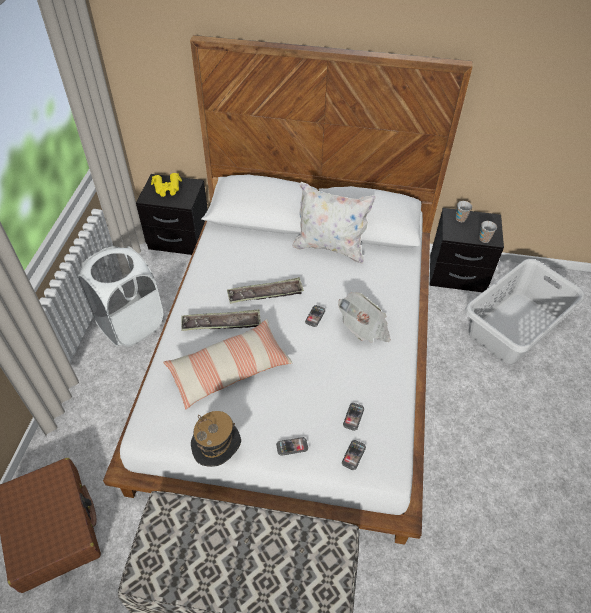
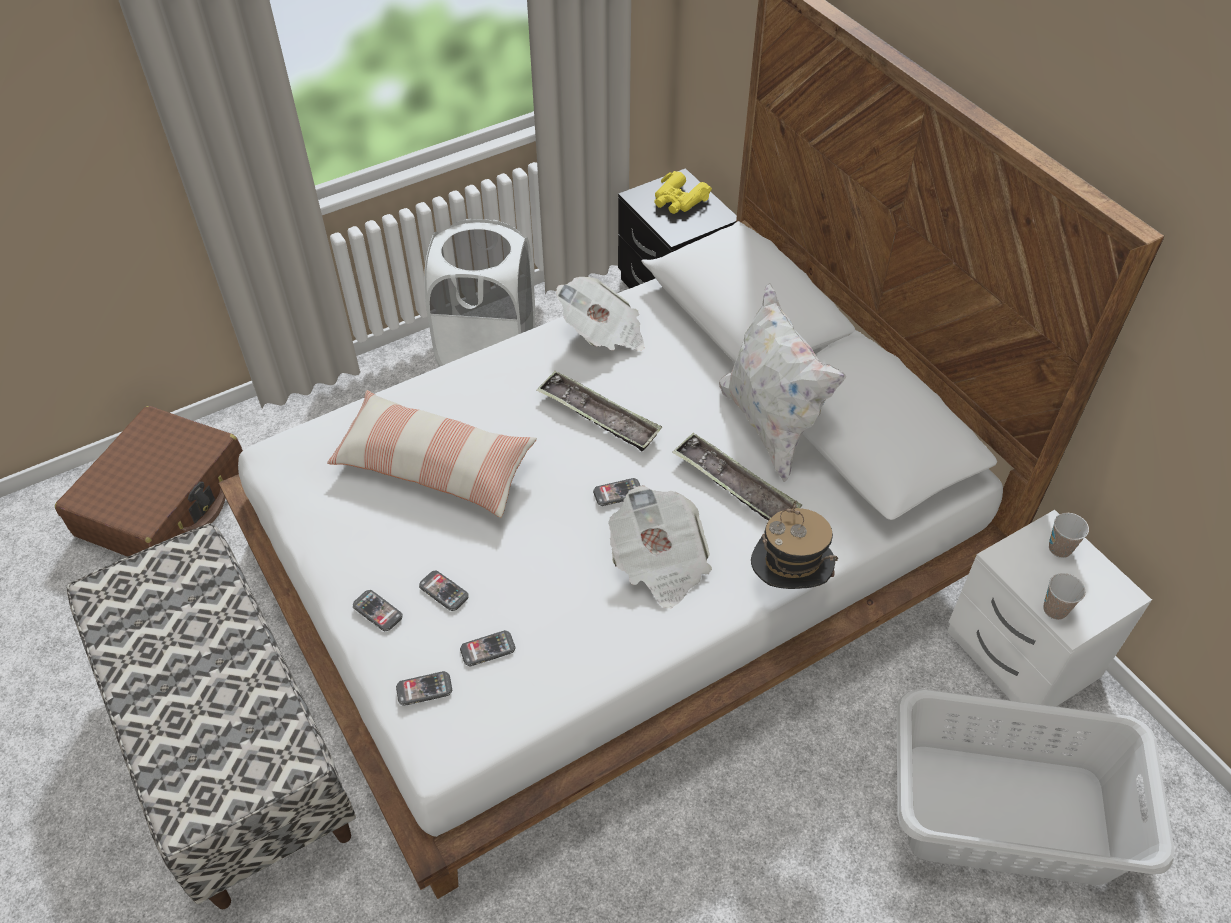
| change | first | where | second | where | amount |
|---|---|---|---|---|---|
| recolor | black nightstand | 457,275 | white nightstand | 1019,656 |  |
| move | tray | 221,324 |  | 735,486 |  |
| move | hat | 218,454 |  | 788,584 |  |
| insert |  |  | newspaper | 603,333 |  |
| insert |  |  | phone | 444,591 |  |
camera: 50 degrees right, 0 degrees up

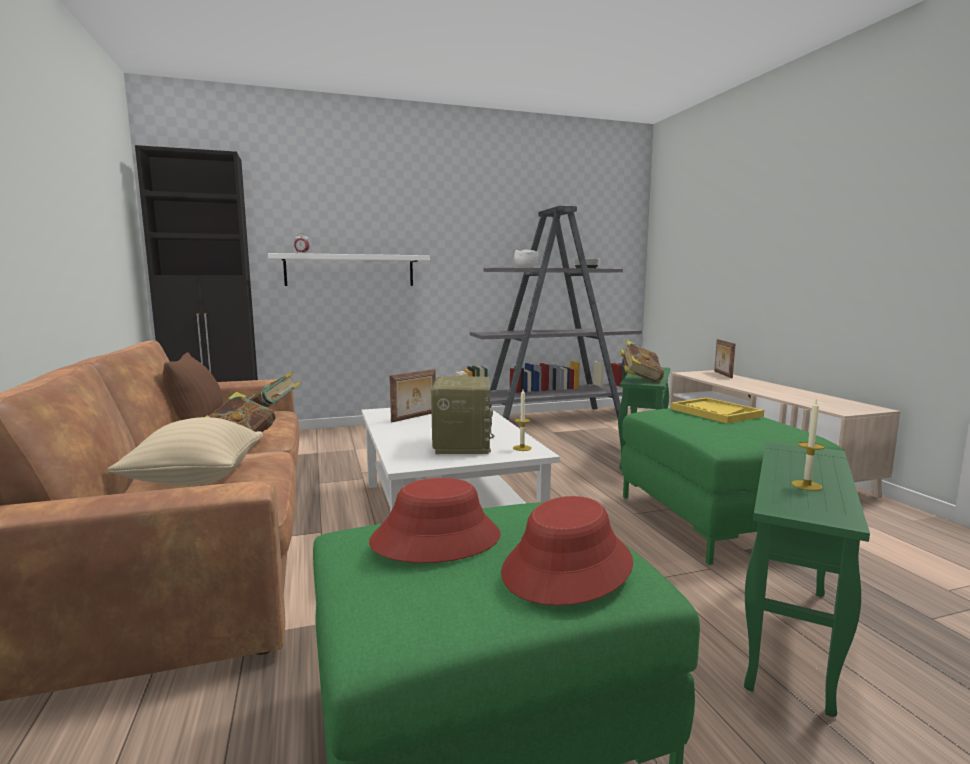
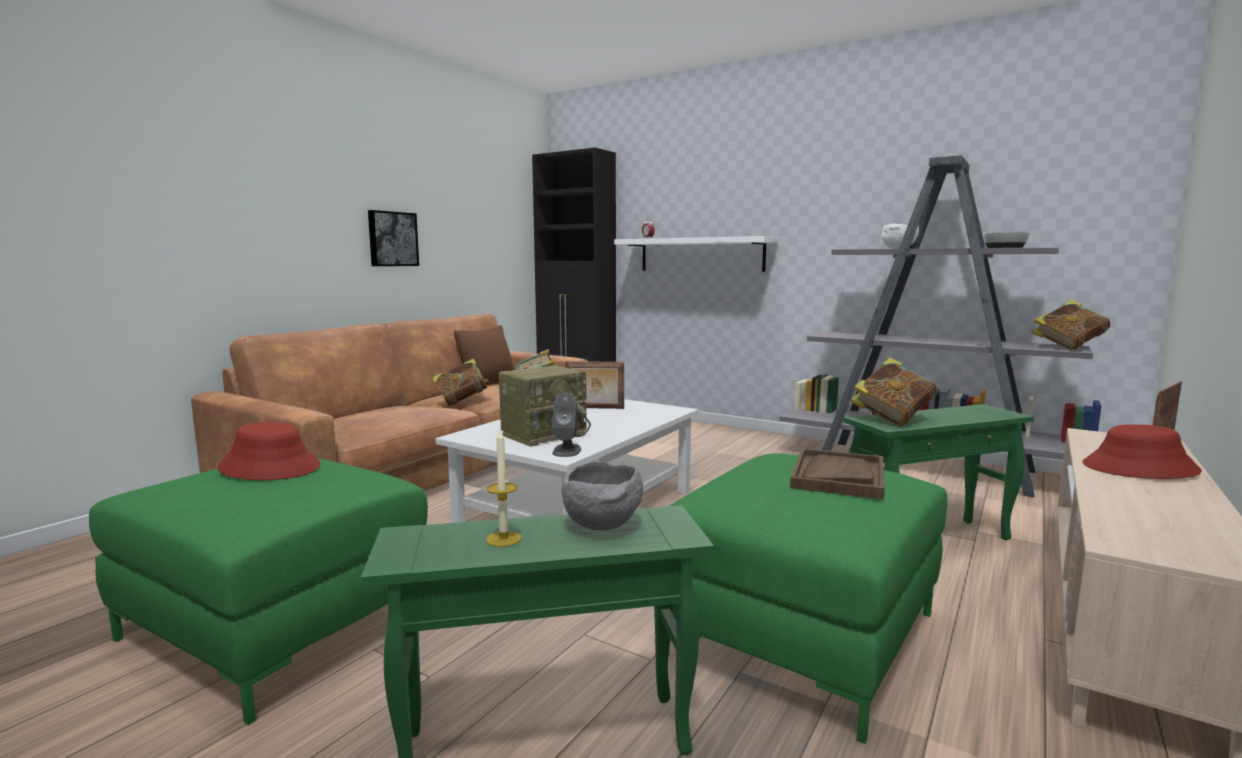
| change | first | where | second | where | amount |
|---|---|---|---|---|---|
| replace | candle | 522,448 | grey speaker | 566,450 |  |
| recolor | yellow tray | 715,412 | brown tray | 838,476 |  |
| delete | beige pillow | 196,480 |  |  |  |
| move | red hat | 568,567 |  | 1140,468 |  |
| insert |  |  | picture | 392,239 |  |
| insert |  |  | book | 1068,347 |  |
| insert |  |  | grey bowl | 603,526 |  |
camera: 50 degrees right, 0 degrees up

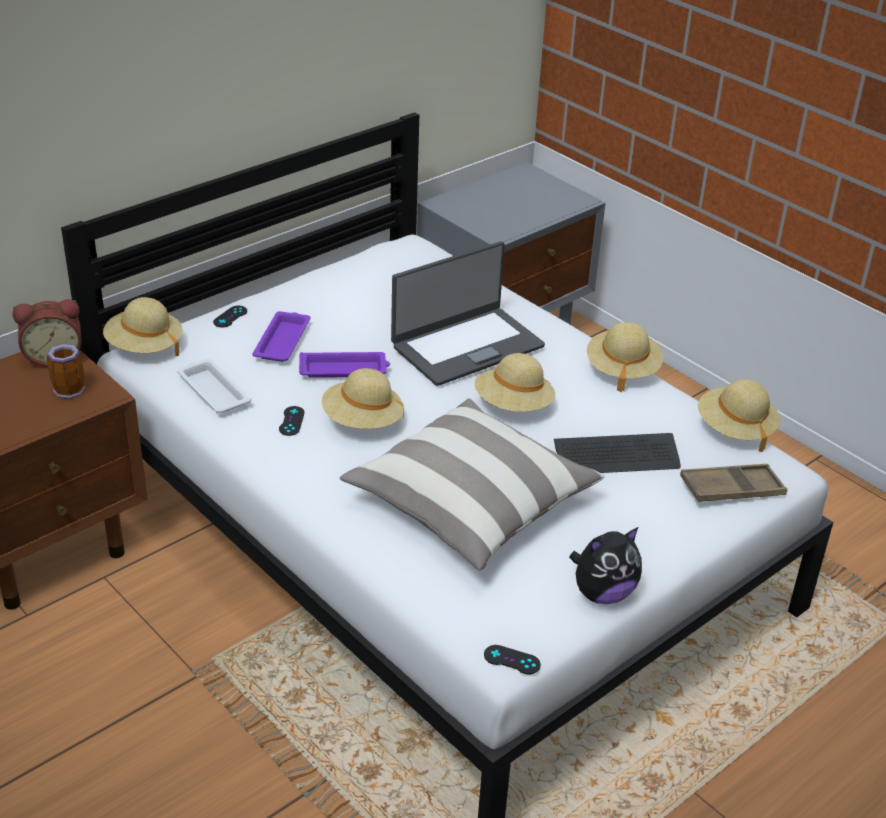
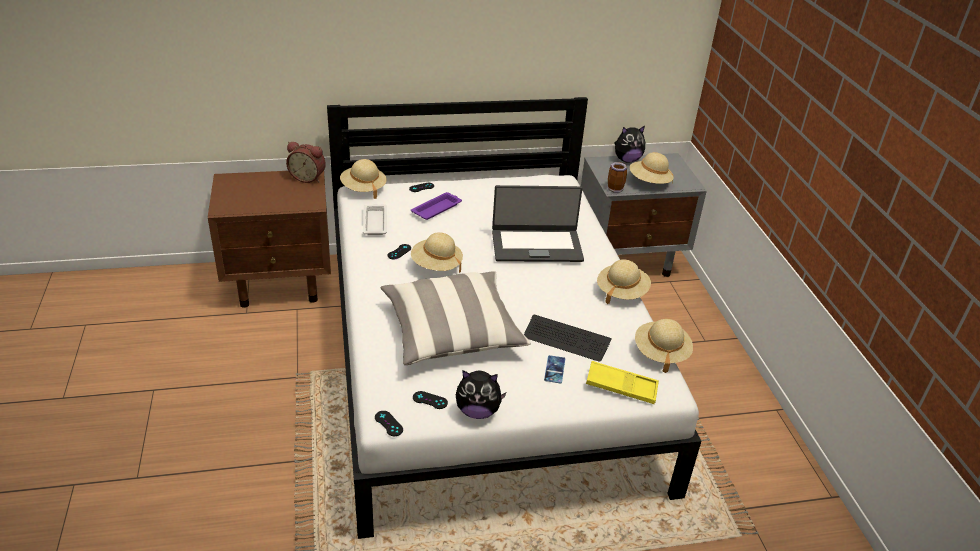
| change | first | where | second | where | amount |
|---|---|---|---|---|---|
| move | mug | 66,390 |  | 613,188 |  |
| delete | purple tray | 344,370 |  |  |  |
| move | beige hat | 513,405 |  | 649,182 |  |
| recolor | brown tray | 731,489 | yellow tray | 621,387 |  |
| insert |  |  | plush toy | 627,160 |  |
| insert |  |  | phone | 554,369 |  |
| insert |  |  | black game controller | 430,400 |  |
camera: 30 degrees right, 0 degrees up

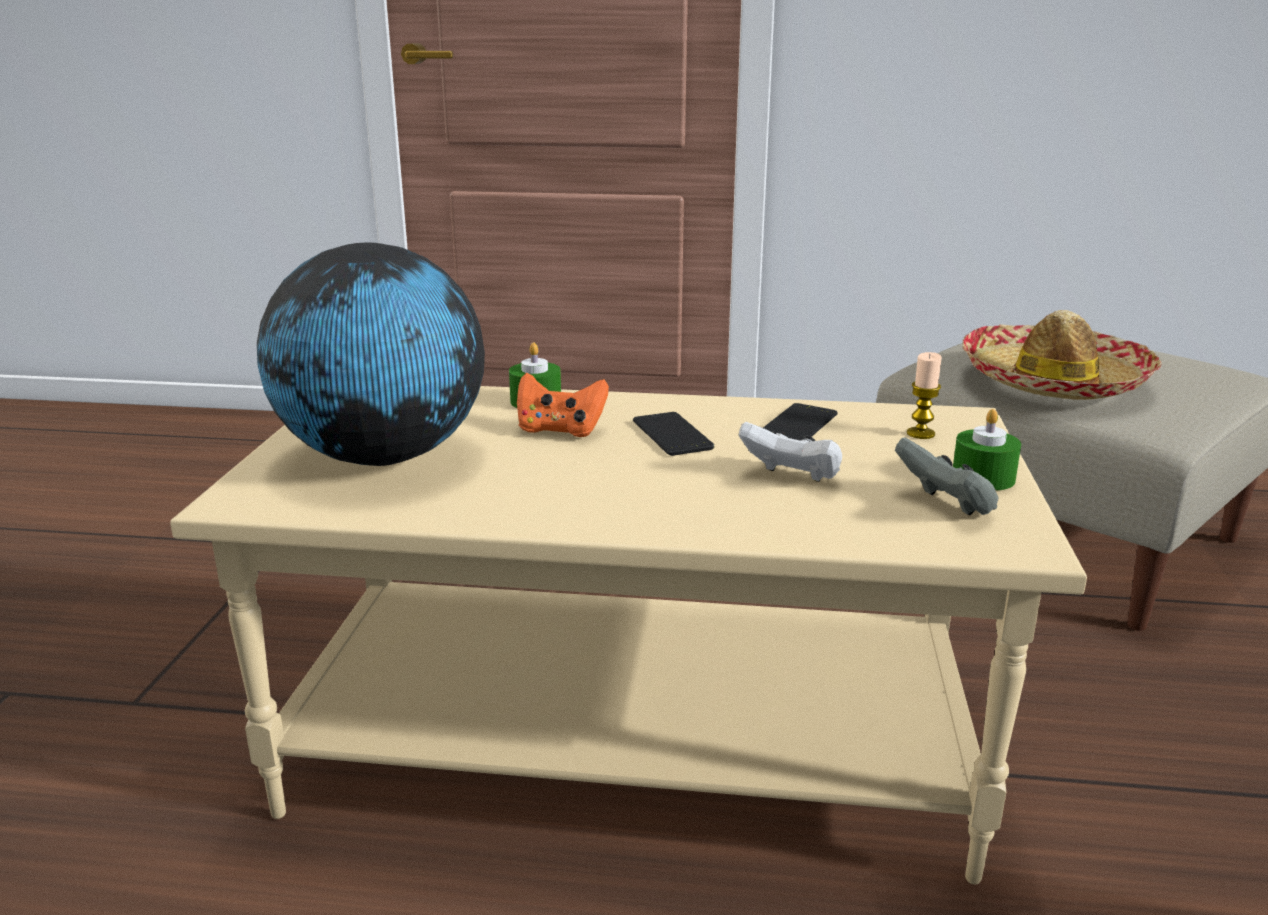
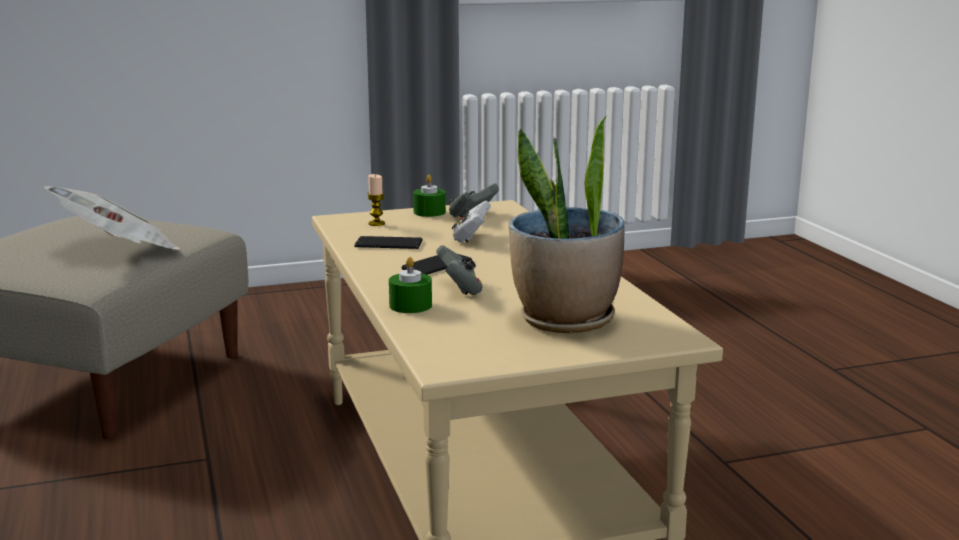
| change | first | where | second | where | amount |
|---|---|---|---|---|---|
| replace | globe | 383,458 | potted plant | 565,320 |  |
| replace | hat | 1053,381 | newspaper | 119,249 |  |
| recolor | orange game controller | 560,430 | grey game controller | 460,289 |  |
camera: 115 degrees left, 5 degrees down

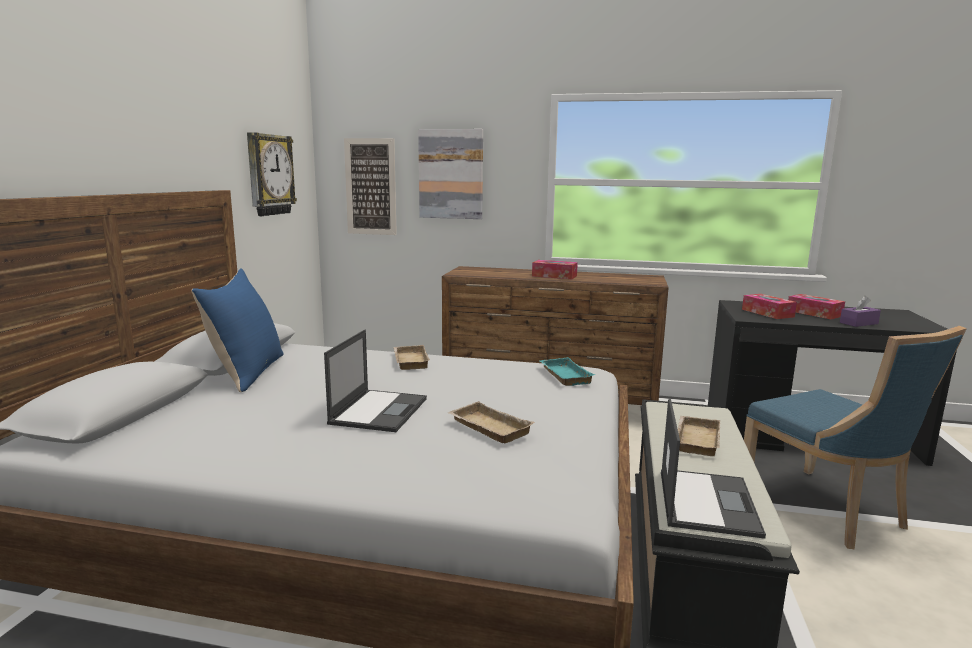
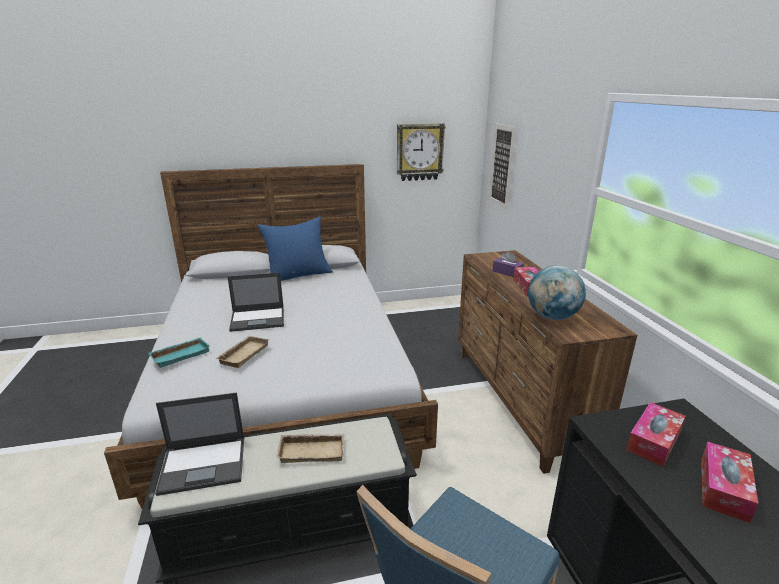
| change | first | where | second | where | amount |
|---|---|---|---|---|---|
| delete | picture | 451,174 |  |  |  |
| move | purple tissue box | 858,323 |  | 507,272 |  |
| delete | beige tray | 409,361 |  |  |  |
| move | turquoise tray | 563,375 |  | 181,354 |  |
| insert |  |  | globe | 552,317 |  |
camera: 65 degrees right, 10 degrees up

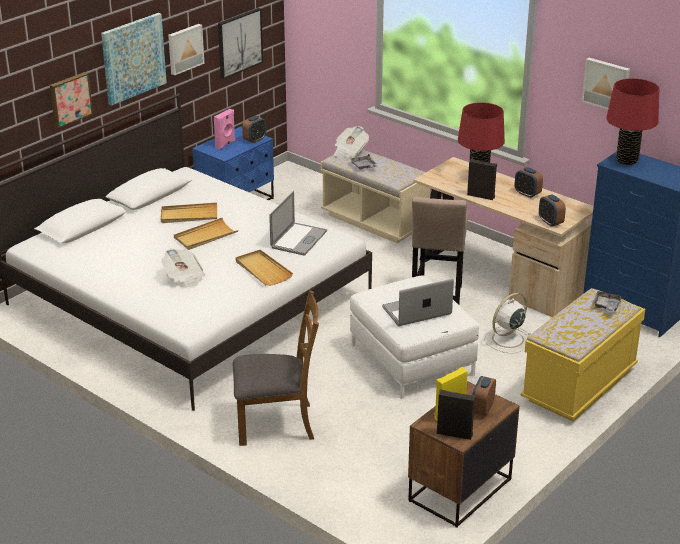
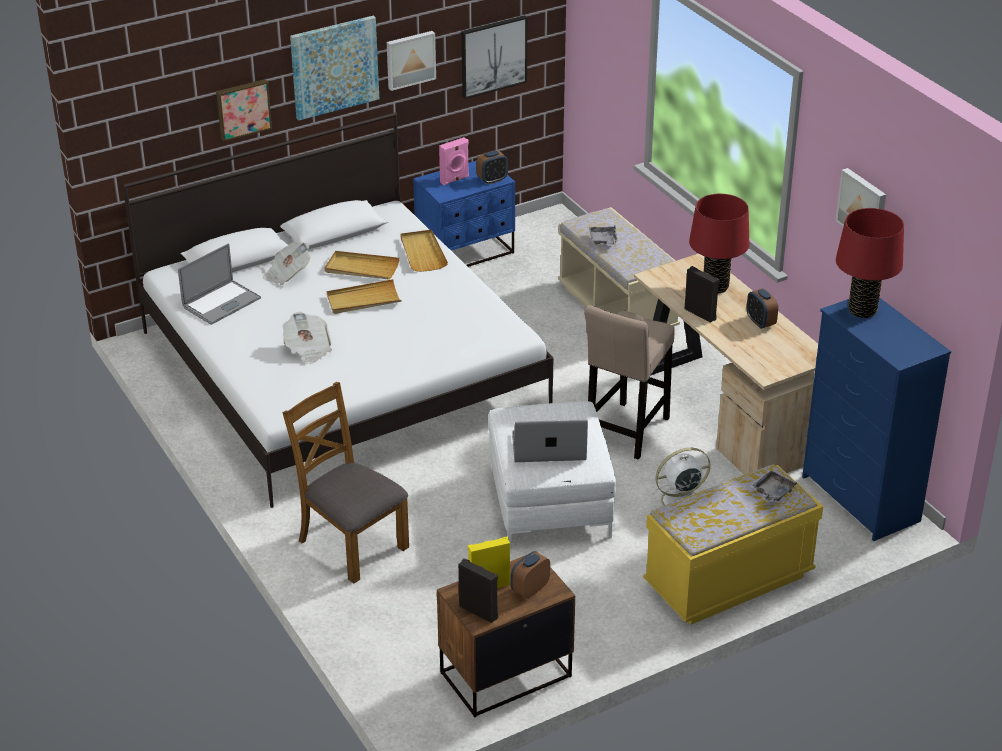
| change | first | where | second | where | amount |
|---|---|---|---|---|---|
| move | newspaper | 349,151 |  | 287,274 |  |
| move | laptop | 298,239 |  | 221,303 |  |
| delete | alarm clock | 550,222 |  |  |  |
| move | beige tray | 262,270 |  | 422,253 |  |
| rotate | brown chair | 276,423 |  | 351,544 | 150 degrees counterclockwise |
camera: 20 degrees right, 5 degrees up

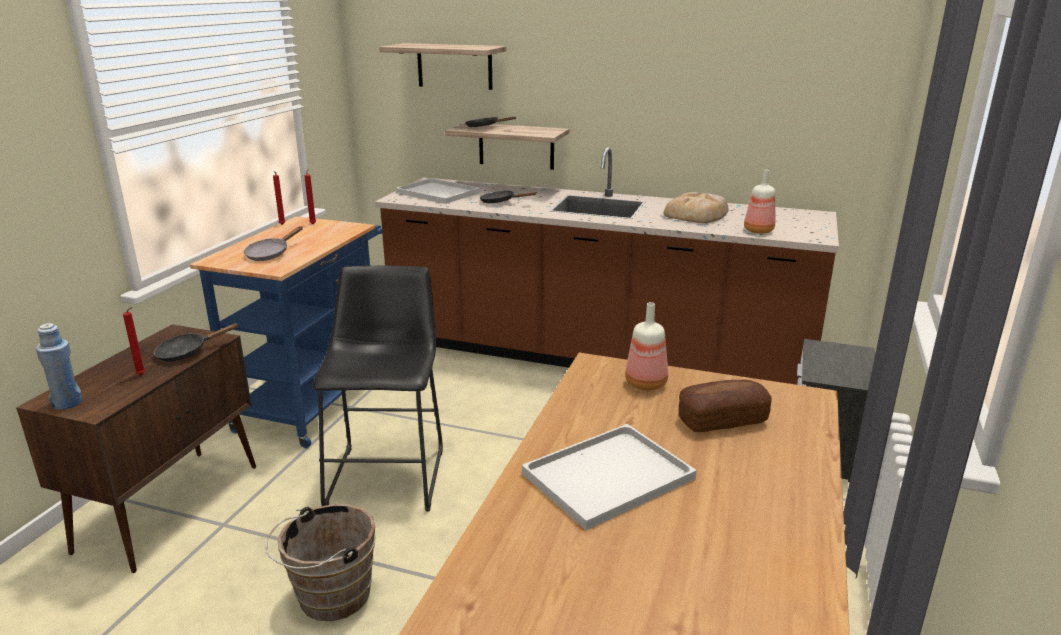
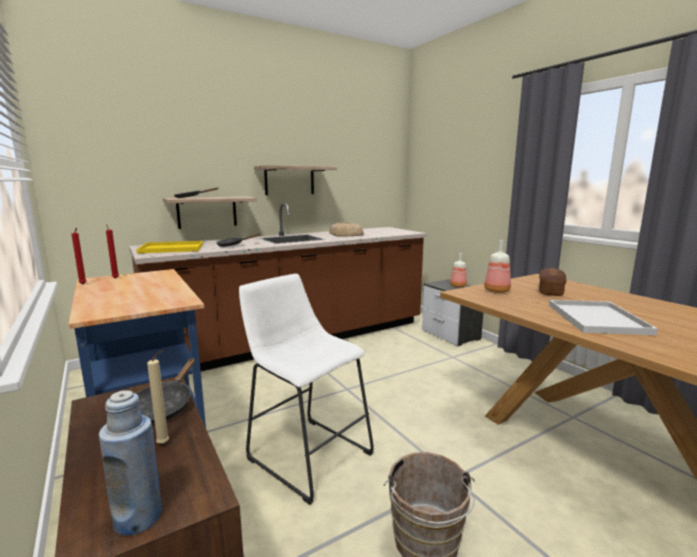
| change | first | where | second | where | amount |
|---|---|---|---|---|---|
| move | shelf | 454,66 |  | 289,180 |  |
| move | bottle | 757,230 |  | 457,286 |  |
| recolor | white tray | 436,192 | yellow tray | 170,248 |  |
| delete | grey frying pan | 270,254 |  |  |  |
| recolor | black stool | 389,473 | white stool | 305,452 |  |
| recolor | red candle | 142,375 | beige candle | 165,443 |  |
camera: 50 degrees left, 10 degrees down

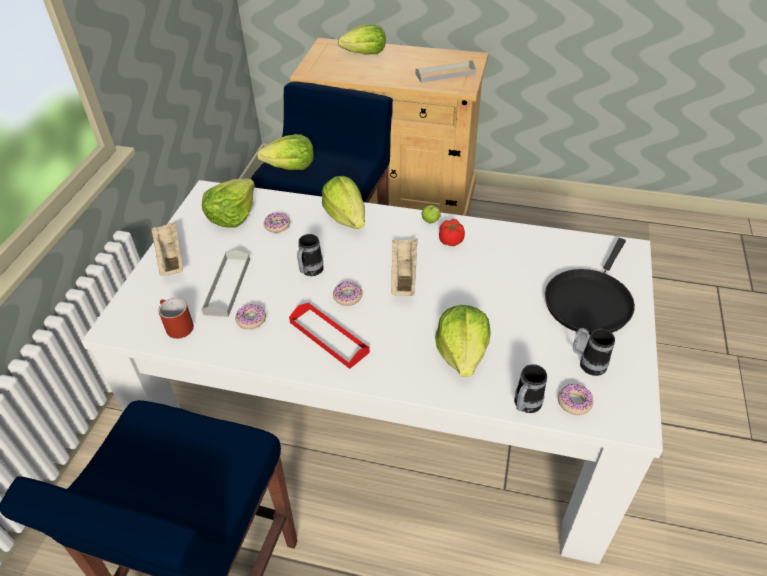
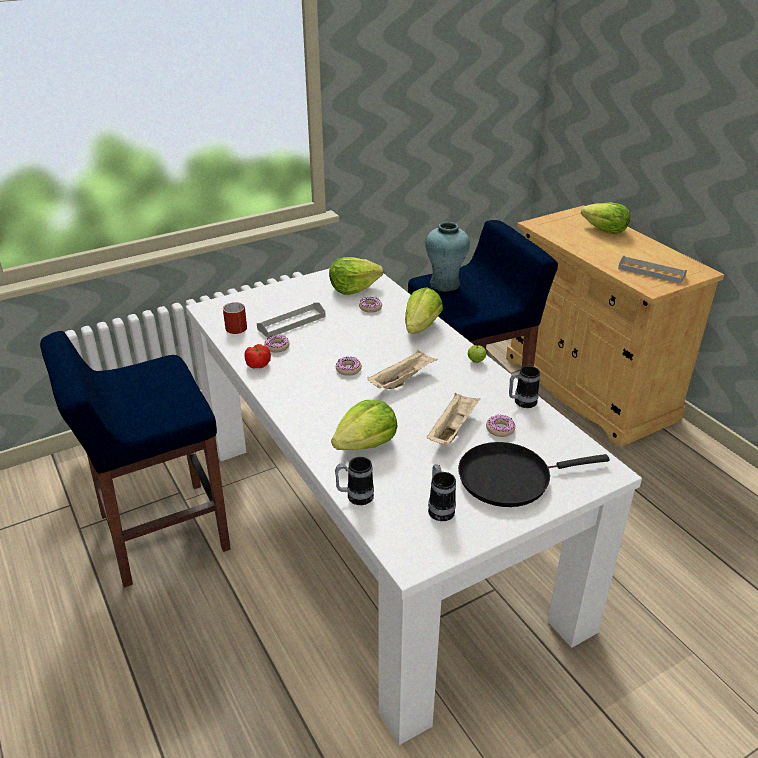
| change | first | where | second | where | amount |
|---|---|---|---|---|---|
| replace | lettuce | 291,167 | turquoise vase | 444,284 |  |
| move | tomato | 451,240 |  | 258,365 |  |
| move | beige tray | 170,258 |  | 452,429 |  |
| move | mug | 310,272 |  | 521,403 |  |
| delete | red tray | 329,337 |  |  |  |
| move | donut | 574,402 |  | 500,429 |  |
camera: 45 degrees right, 10 degrees down

